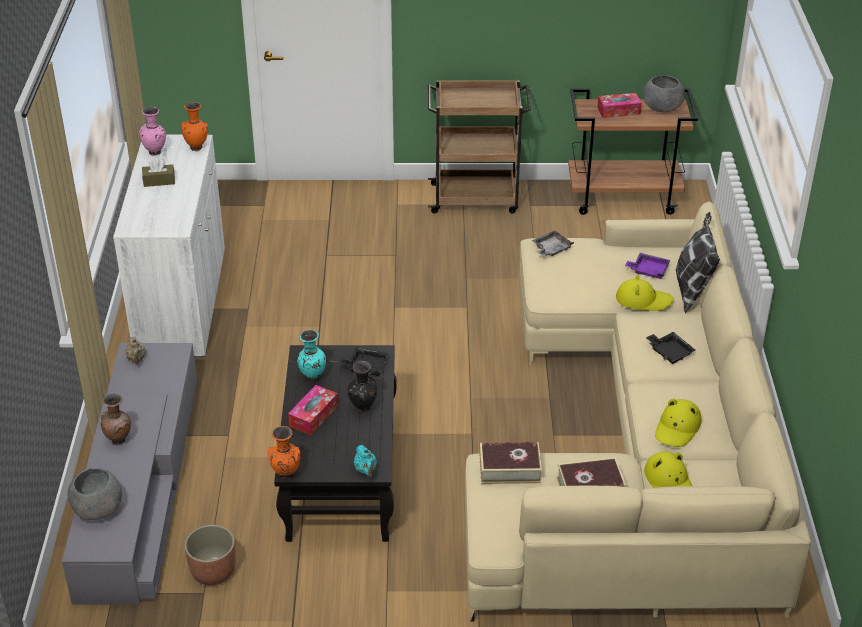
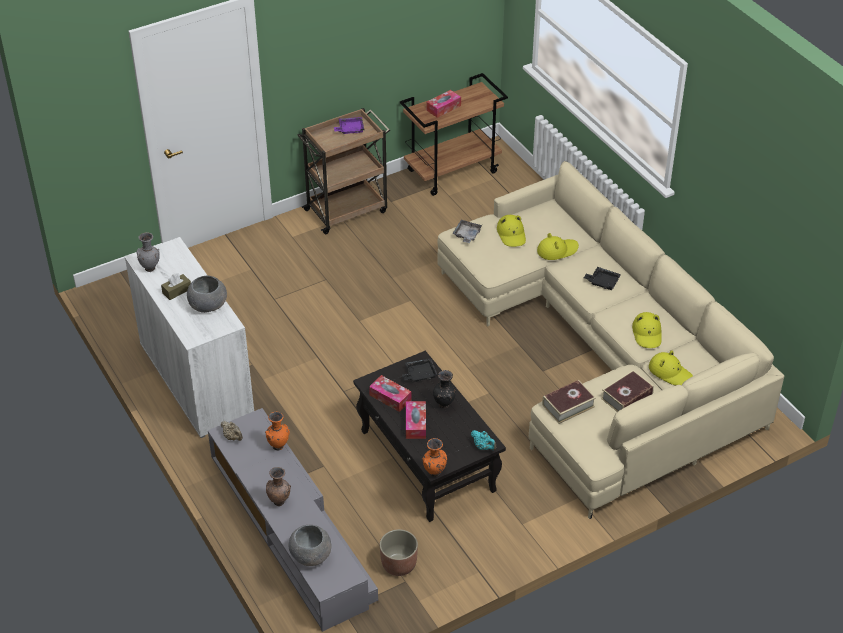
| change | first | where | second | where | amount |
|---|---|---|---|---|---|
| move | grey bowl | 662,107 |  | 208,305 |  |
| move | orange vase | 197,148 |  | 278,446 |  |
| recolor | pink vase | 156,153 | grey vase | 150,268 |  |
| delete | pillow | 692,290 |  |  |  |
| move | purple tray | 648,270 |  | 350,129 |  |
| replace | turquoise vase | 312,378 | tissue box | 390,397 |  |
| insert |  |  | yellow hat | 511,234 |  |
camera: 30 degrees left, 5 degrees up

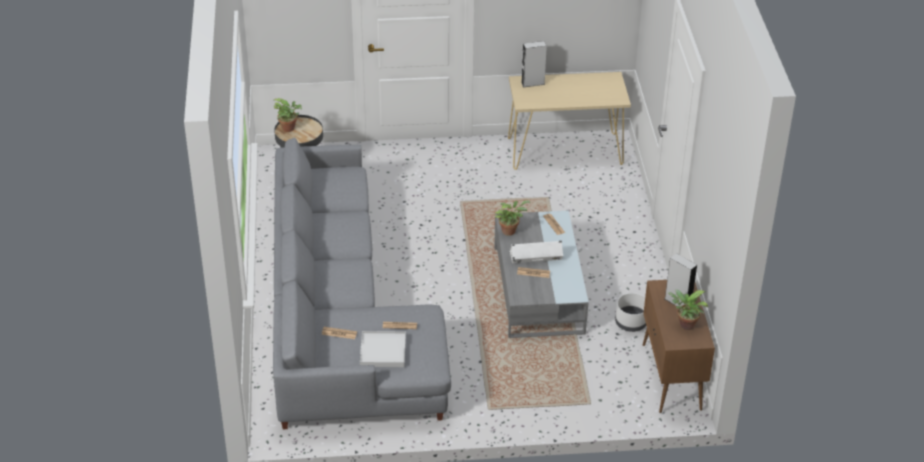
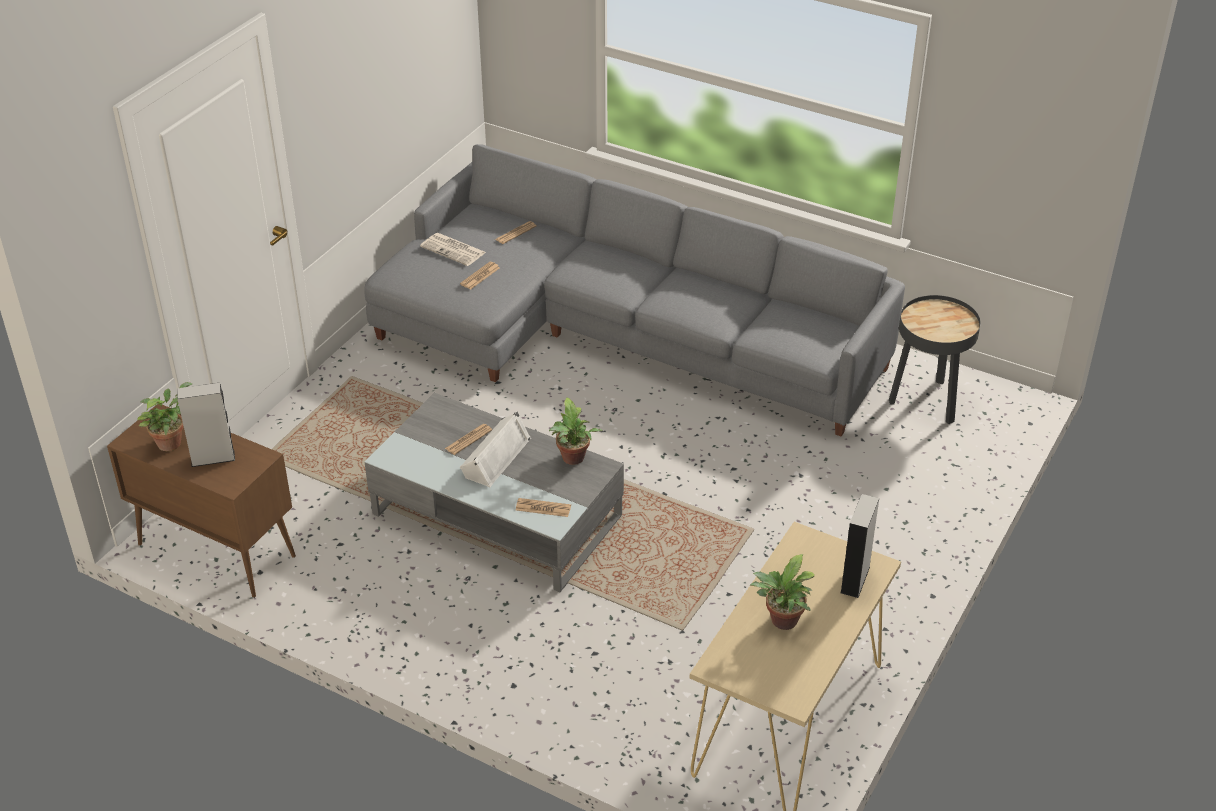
| change | first | where | second | where | amount |
|---|---|---|---|---|---|
| move | potted plant | 290,128 |  | 781,622 |  |
| delete | white planter | 631,323 |  |  |  |
| replace | white tray | 382,351 | newspaper | 454,250 |  |
camera: 125 degrees right, 0 degrees up

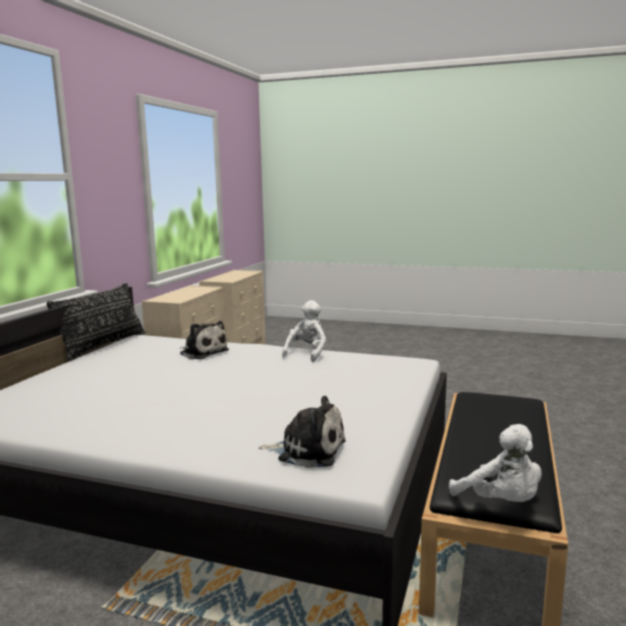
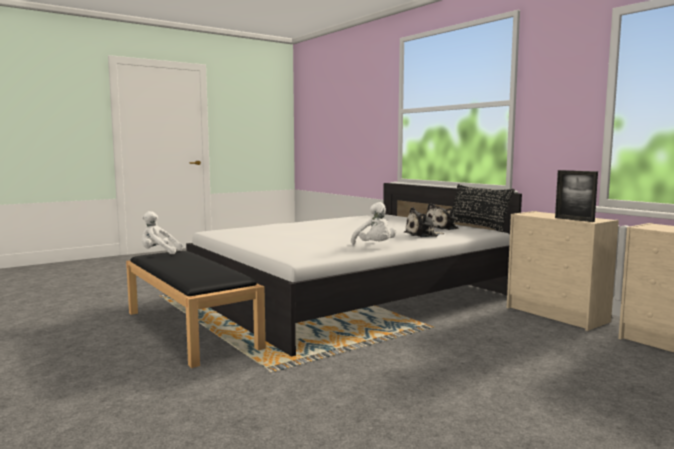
| change | first | where | second | where | amount |
|---|---|---|---|---|---|
| move | plush toy | 307,450 |  | 443,228 |  |
| insert |  |  | picture frame | 574,219 |  |
camera: 125 degrees right, 5 degrees down

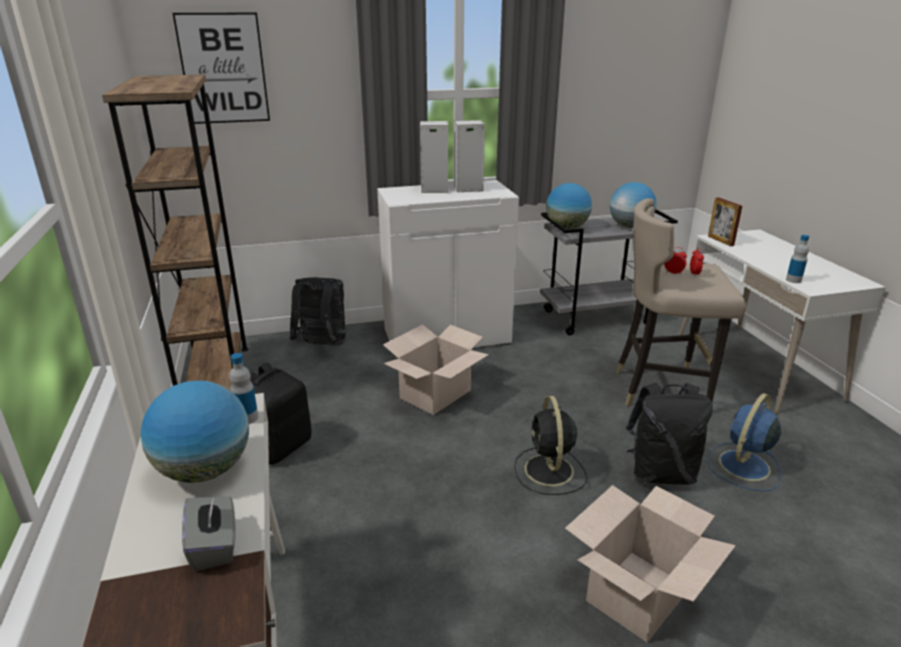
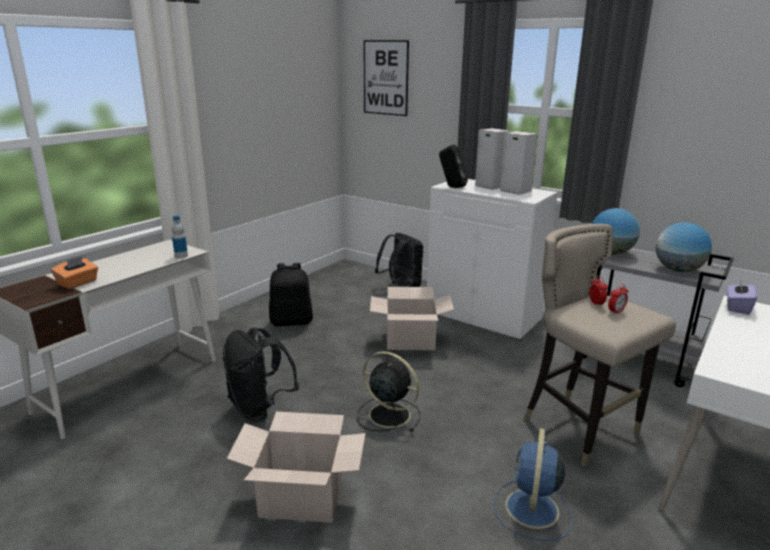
| change | first | where | second | where | amount |
|---|---|---|---|---|---|
| delete | brown bookcase | 217,382 |  |  |  |
| replace | picture frame | 720,241 | purple tissue box | 737,307 |  |
| delete | bottle | 793,280 |  |  |  |
| delete | globe | 204,470 |  |  |  |
| move | black backpack | 661,473 |  | 259,409 |  |
| rotate | blue fan | 743,466 |  | 531,510 | 75 degrees counterclockwise |
| rotate | black fan | 549,471 |  | 387,414 | 75 degrees clockwise |
| recolor | grey tissue box | 214,546 | orange tissue box | 78,283 |  |
| insert |  |  | black speaker | 451,187 |  |
camera: 50 degrees right, 5 degrees down

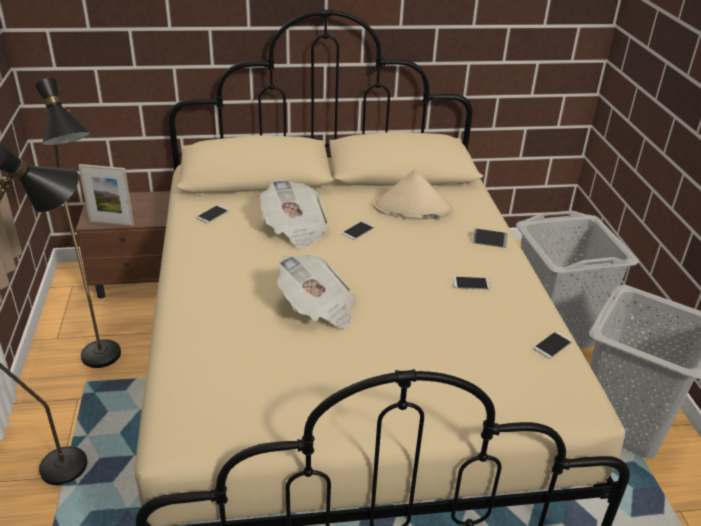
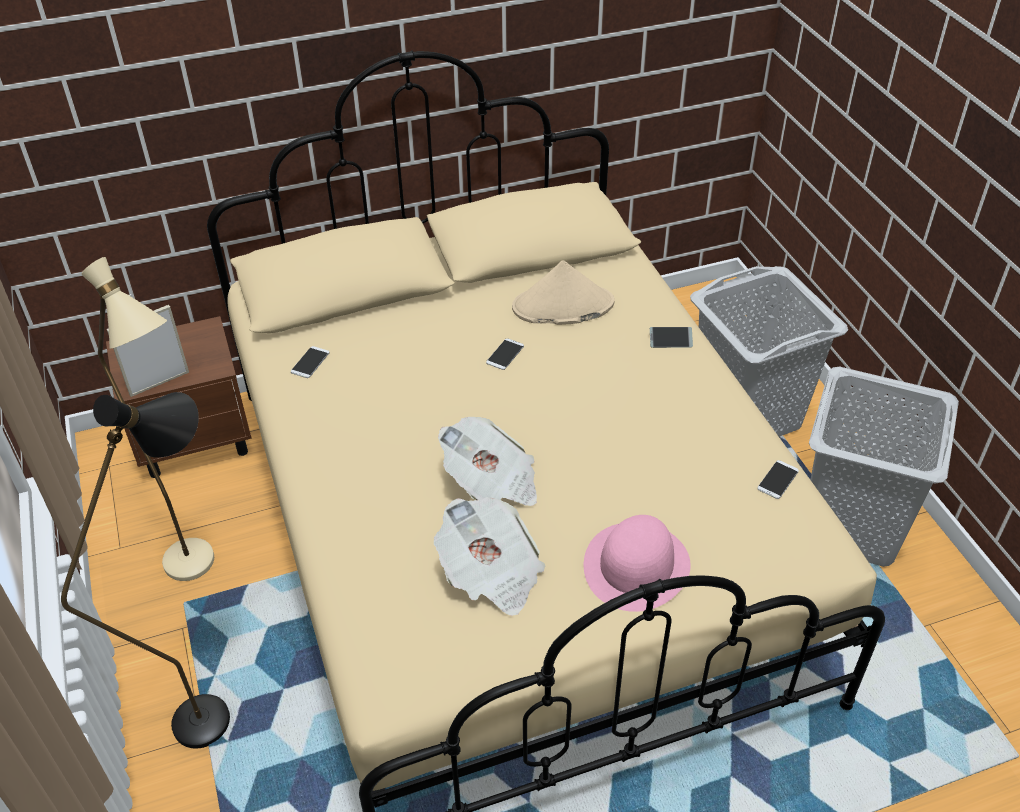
| change | first | where | second | where | amount |
|---|---|---|---|---|---|
| recolor | black floor lamp | 106,363 | beige floor lamp | 200,571 |  |
| rotate | picture frame | 111,223 |  | 159,383 | 150 degrees clockwise |
| move | newspaper | 295,229 |  | 491,573 |  |
| delete | phone | 471,284 |  |  |  |
| insert |  |  | pink hat | 636,566 |  |
camera: 10 degrees left, 10 degrees up

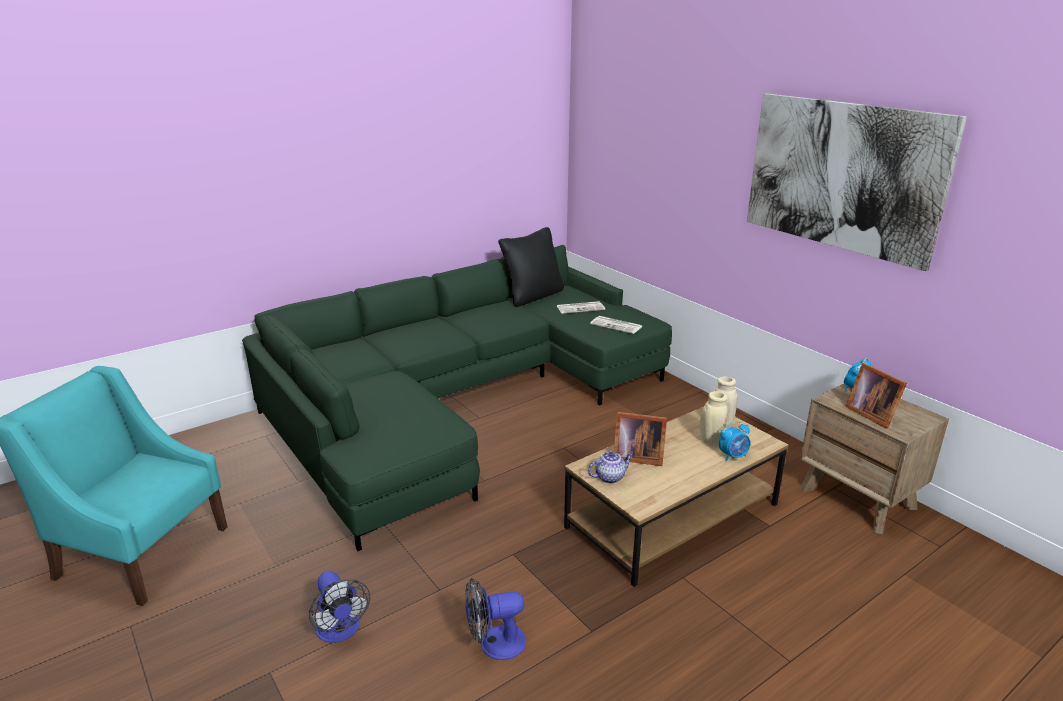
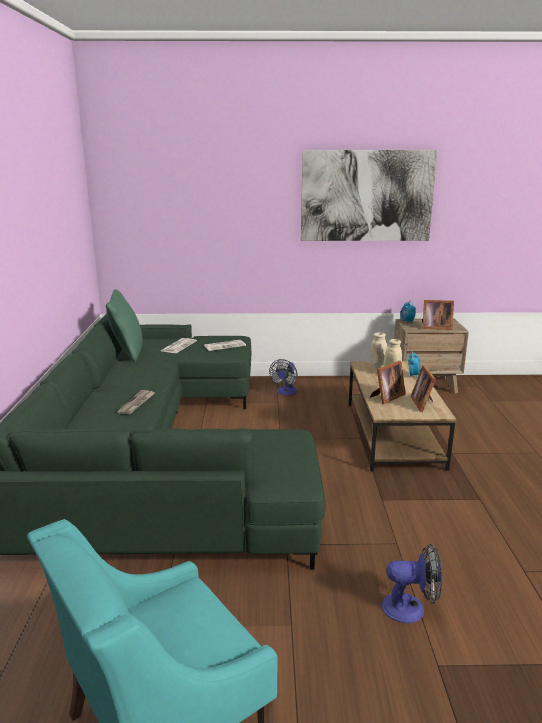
| change | first | where | second | where | amount |
|---|---|---|---|---|---|
| recolor | black pillow | 532,296 | green pillow | 127,352 |  |
| delete | teapot | 610,477 |  |  |  |
| move | fan | 494,644 |  | 286,392 |  |
| insert |  |  | picture frame | 423,403 |  |
| insert |  |  | newspaper | 137,403 |  |
camera: 55 degrees left, 5 degrees down

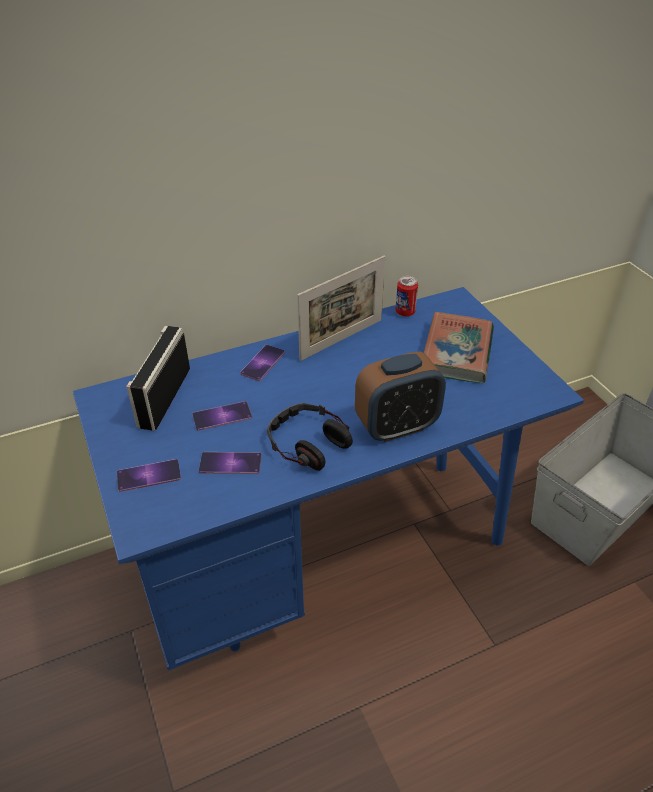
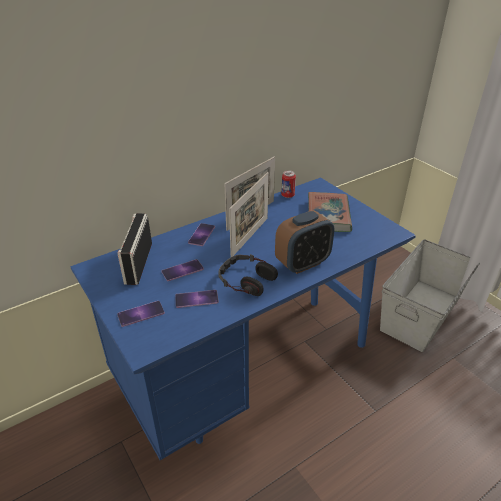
| change | first | where | second | where | amount |
|---|---|---|---|---|---|
| insert |  |  | picture frame | 250,237 |  |
camera: 10 degrees left, 5 degrees down

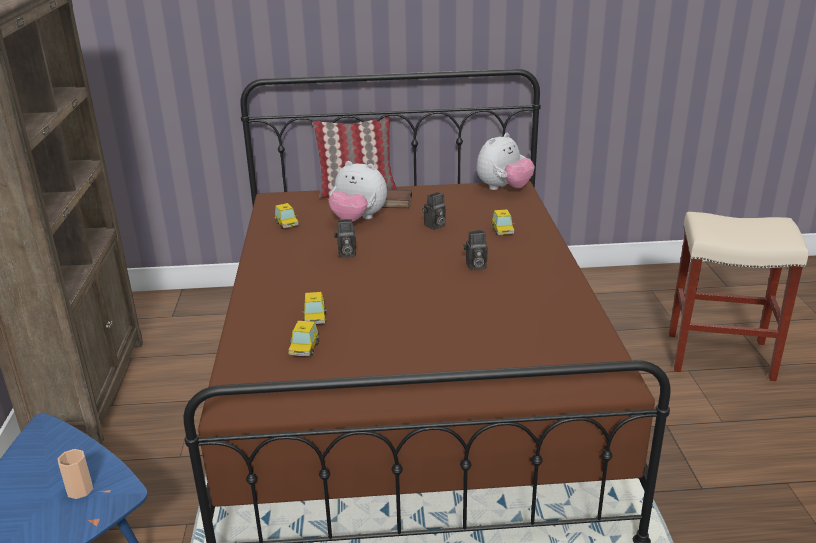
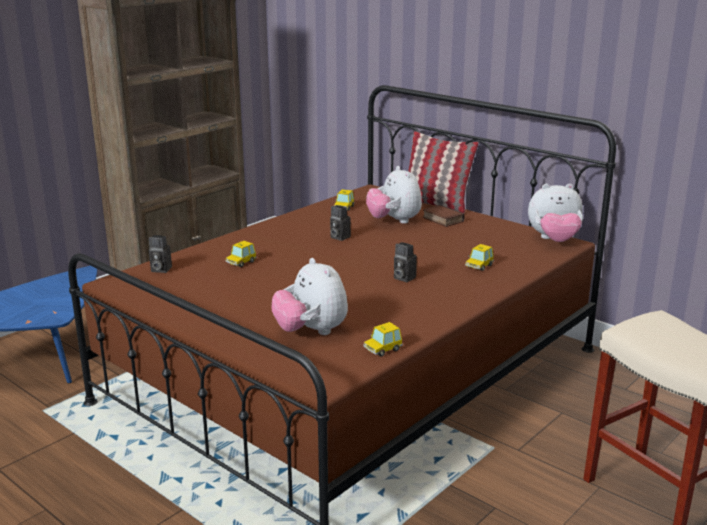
| change | first | where | second | where | amount |
|---|---|---|---|---|---|
| move | photo camera | 434,226 |  | 159,269 |  |
| move | toy car | 304,349 |  | 382,349 |  |
| delete | cup | 80,490 |  |  |  |
| insert |  |  | plush toy | 311,331 |  |
camera: 45 degrees right, 5 degrees down

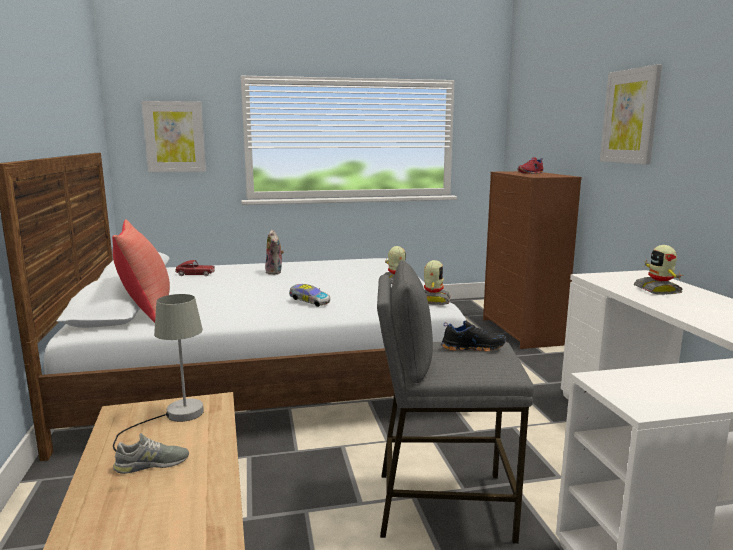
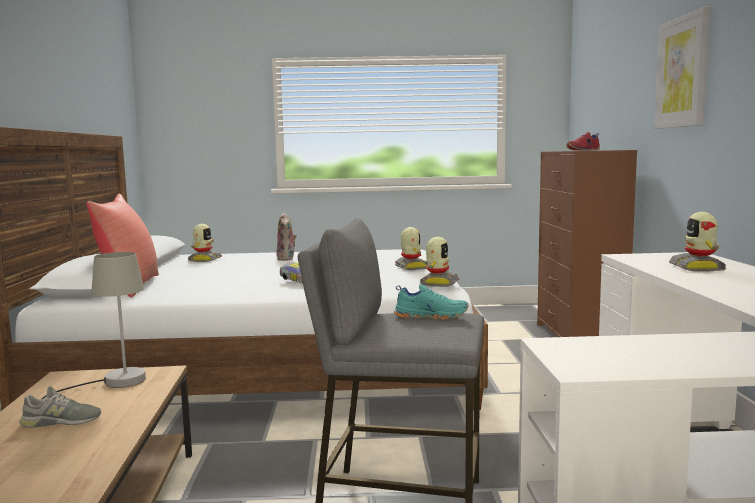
| change | first | where | second | where | amount |
|---|---|---|---|---|---|
| delete | picture | 174,137 |  |  |  |
| replace | toy car | 195,274 | toy robot | 204,259 |  |
| recolor | black shoe | 472,347 | turquoise shoe | 431,316 |  |
camera: 10 degrees right, 5 degrees down

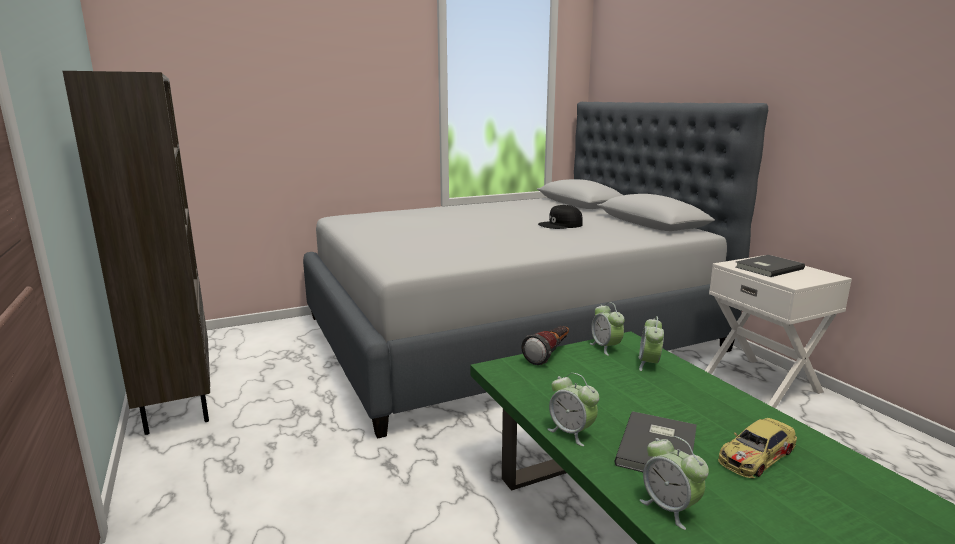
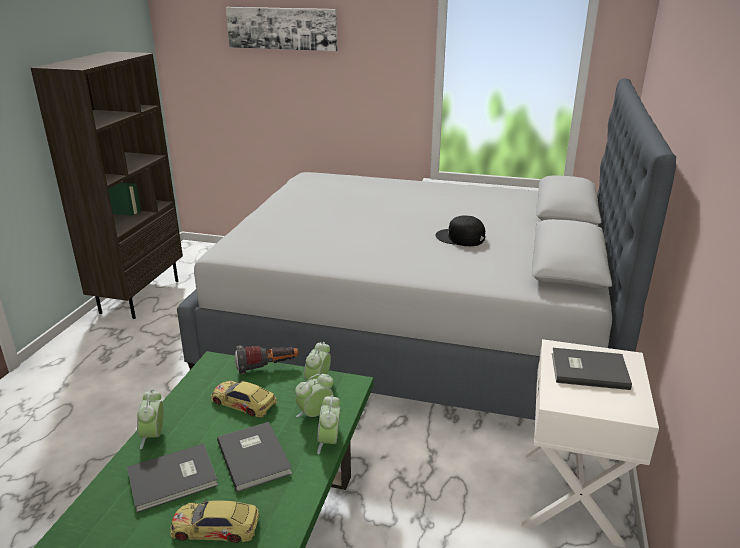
| change | first | where | second | where | amount |
|---|---|---|---|---|---|
| move | alarm clock | 670,508 |  | 329,442 |  |
| insert |  |  | picture | 282,28 |  |
| insert |  |  | toy car | 243,402 |  |
| insert |  |  | grey book | 255,456 |  |
camera: 40 degrees right, 10 degrees up

